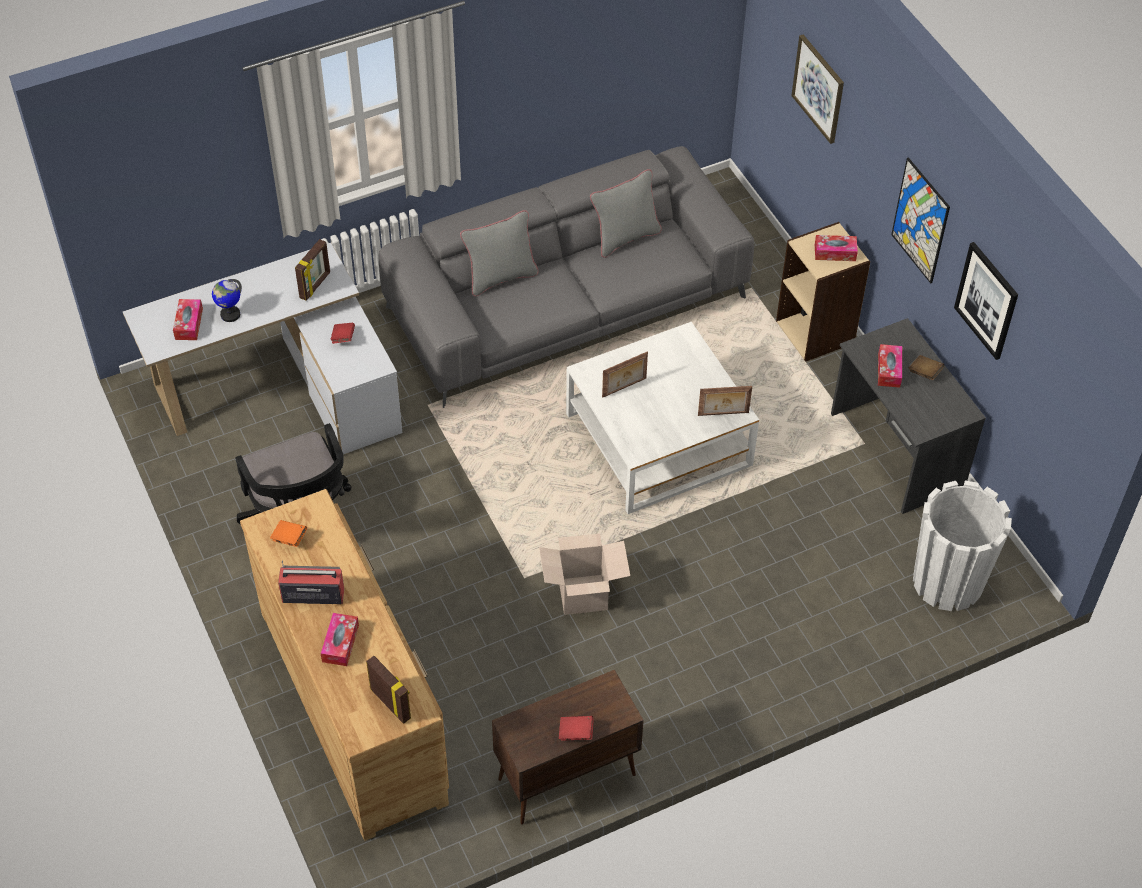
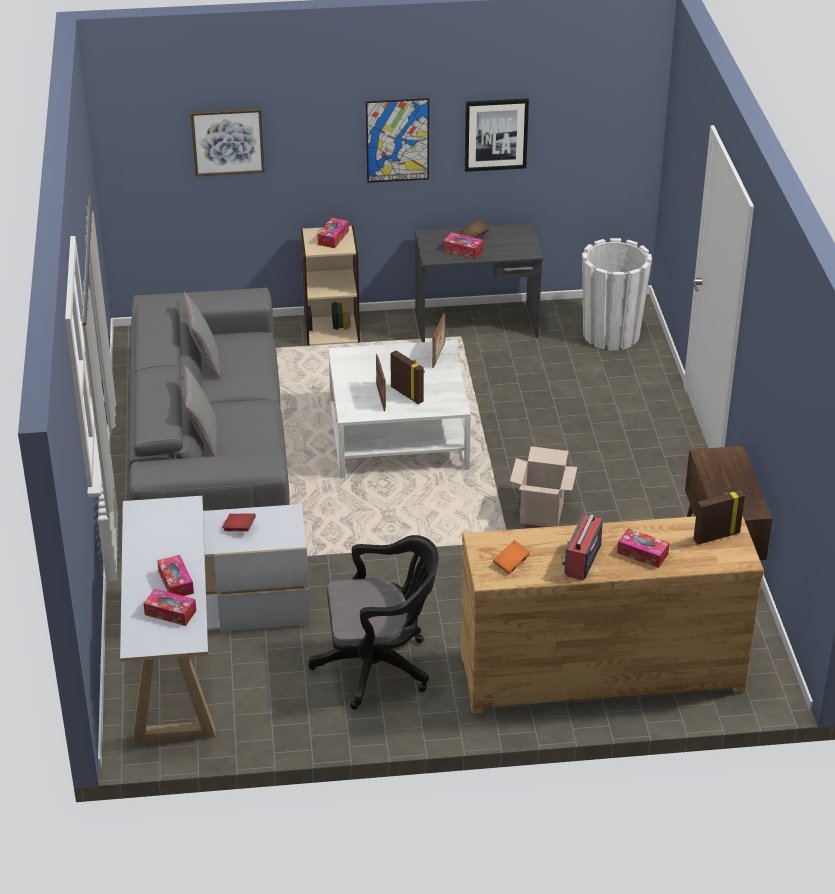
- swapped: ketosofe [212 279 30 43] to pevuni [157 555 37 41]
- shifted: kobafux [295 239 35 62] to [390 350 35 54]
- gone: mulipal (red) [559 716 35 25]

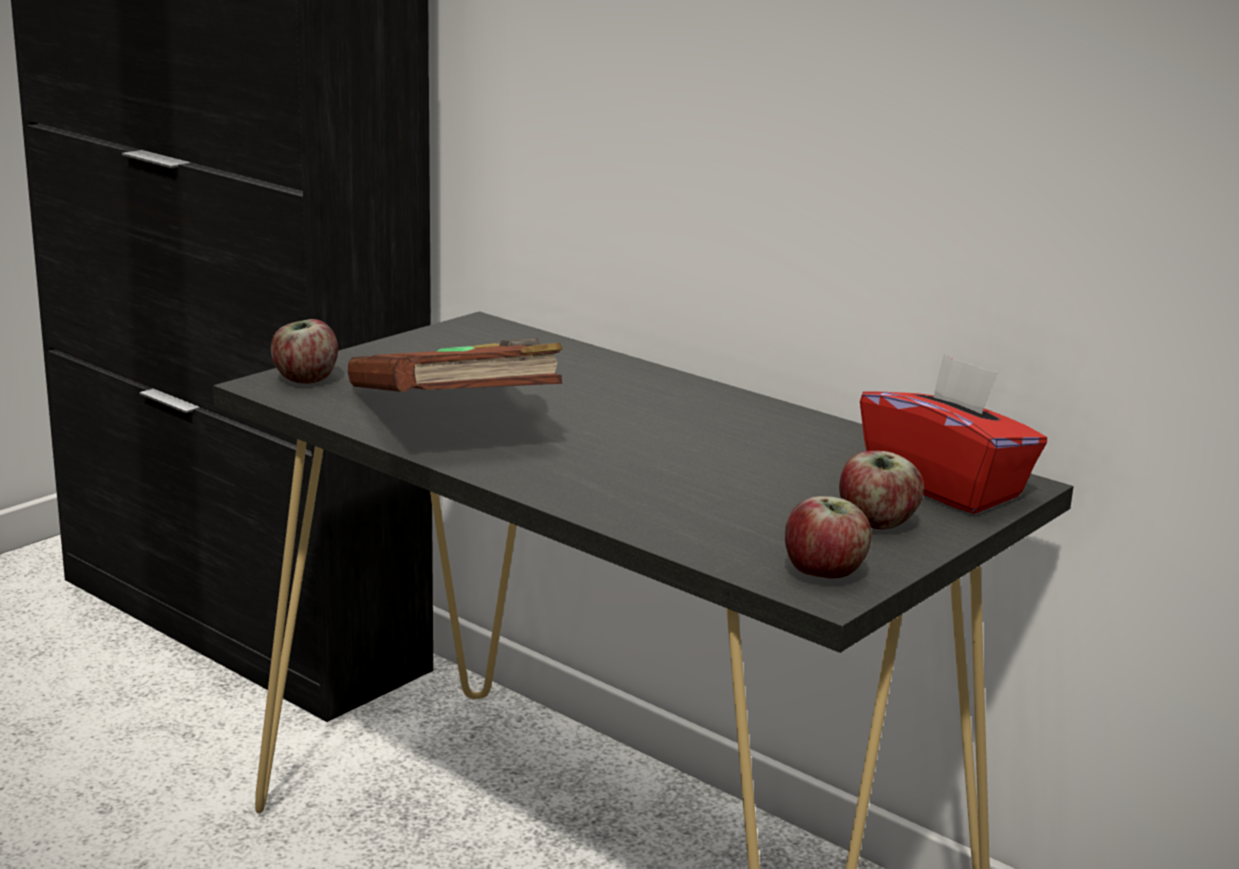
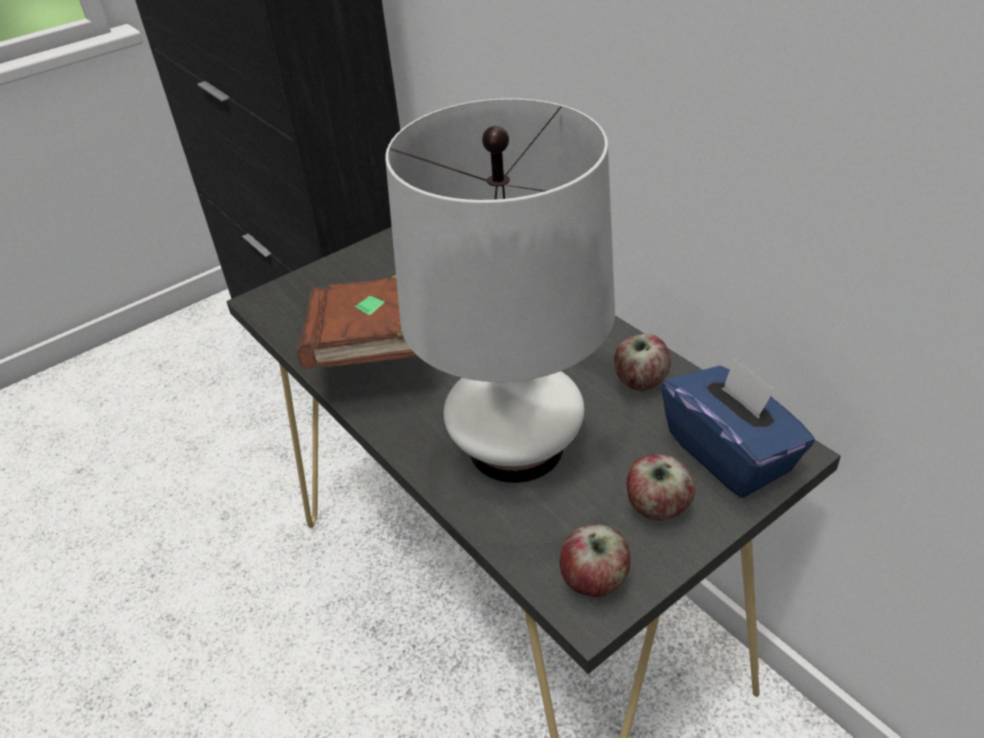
- shifted: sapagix [271 319 67 65] to [614 334 57 57]
- repainted: pevuni (red) [860 354 187 160] to pevuni (blue) [661 356 154 142]
- new: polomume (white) [385 98 230 385]

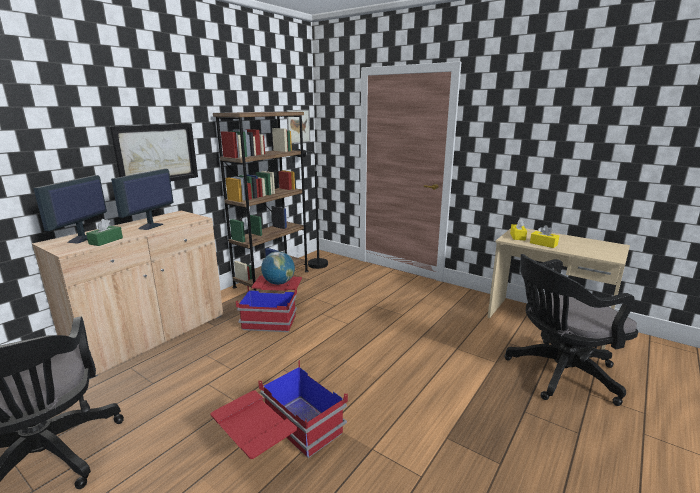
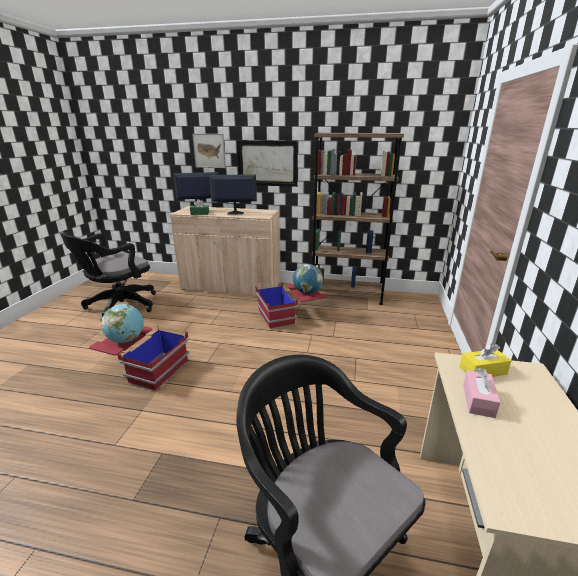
- shifted: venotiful [286 110 24 34] to [192 134 34 34]
- gone: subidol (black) [296 149 32 120]
- repainted: pevuni (yellow) [530 225 29 23] to pevuni (pink) [463 368 38 50]
- new: ketosofe [101 304 42 39]

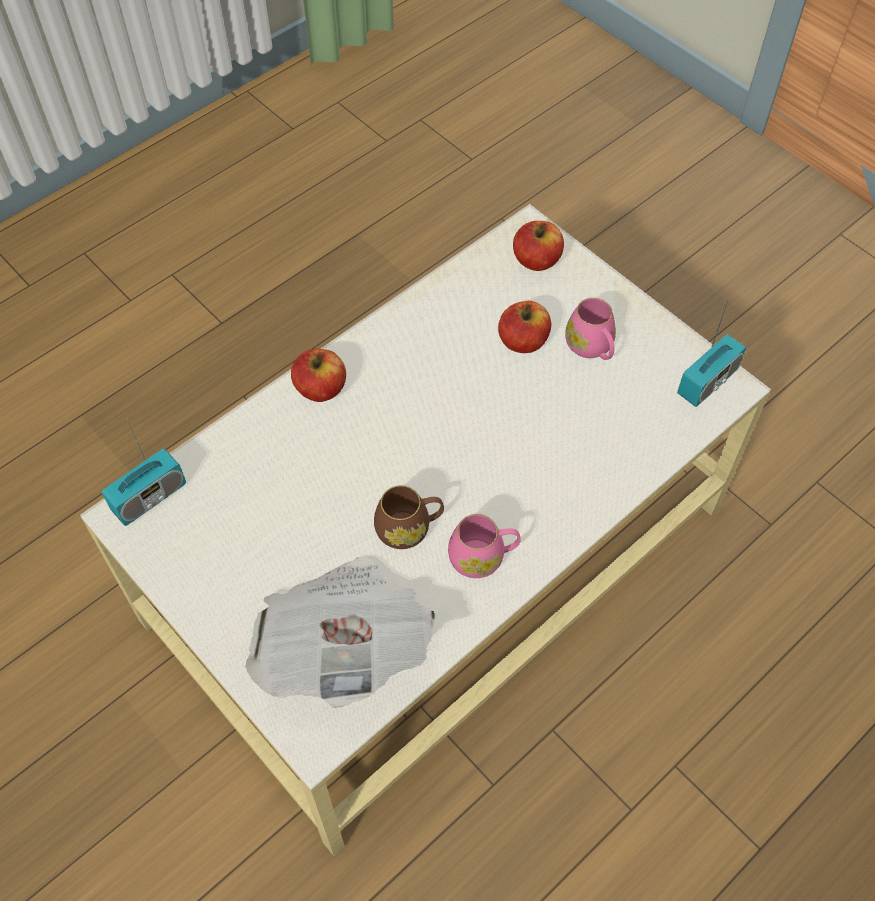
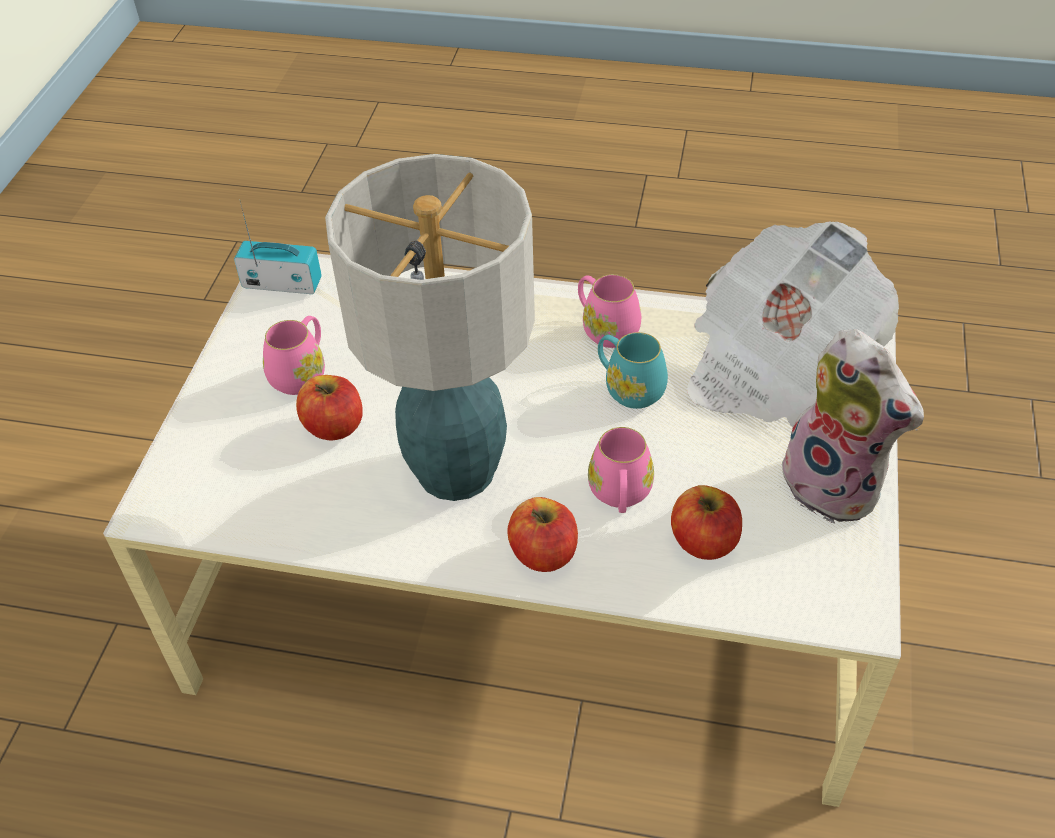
- gone: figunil [102 419 84 107]
- repainted: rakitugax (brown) [374 485 70 64] to rakitugax (turquoise) [598 332 70 77]
- shifted: sapagix [513 221 51 50] to [671 485 71 75]
- new: polomume [325 154 210 347]
- new: rakitugax (pink) [588 427 66 86]
- new: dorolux [777 329 147 194]

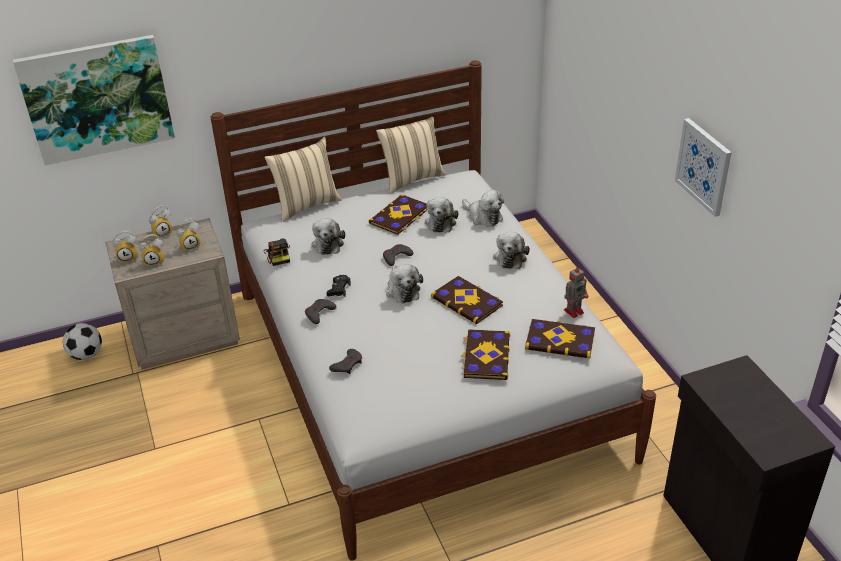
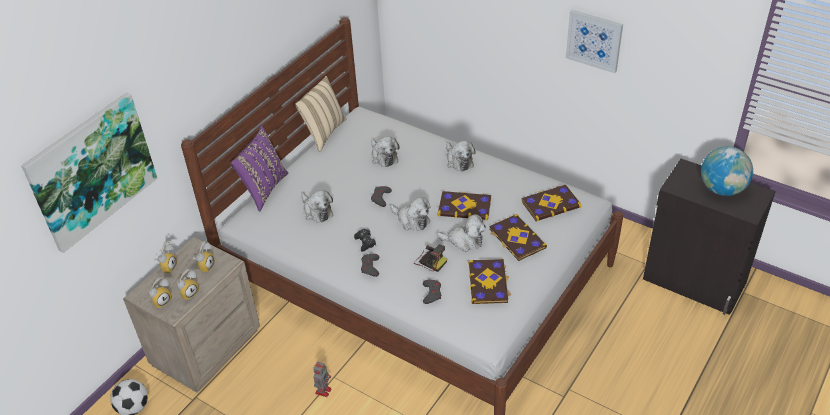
- repainted: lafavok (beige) [264 136 78 86] to lafavok (purple) [231 126 57 85]
- shifted: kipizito [264 238 26 28] to [414 244 33 28]
- shifted: mulipal [369 194 58 41] to [468 259 43 45]
- shifted: dorolux [462 190 42 37] to [437 214 49 38]
- shifted: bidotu [564 267 24 51] to [313 362 19 35]
- new: ketosofe [701 146 52 50]

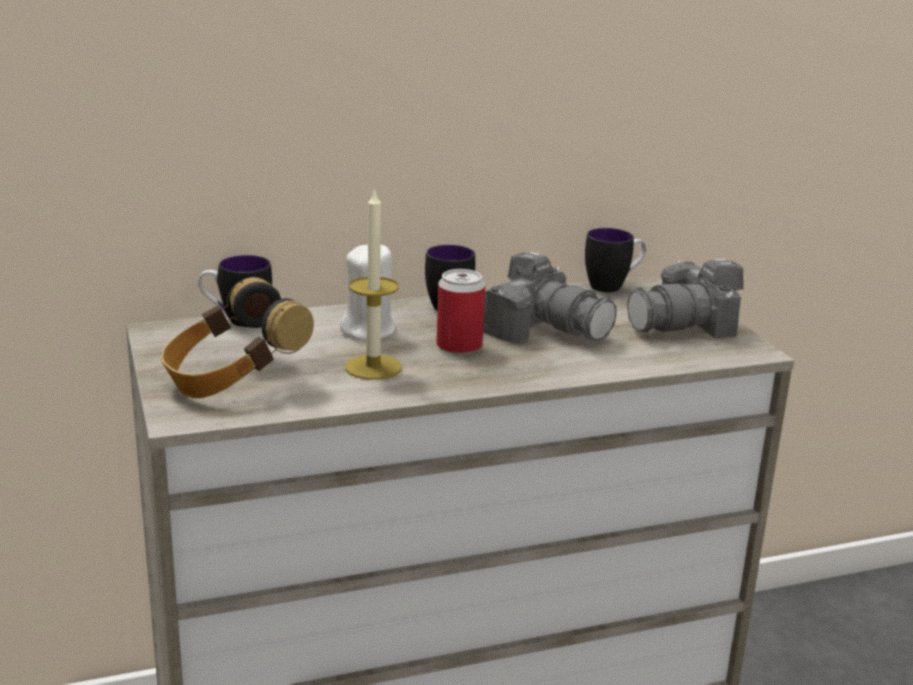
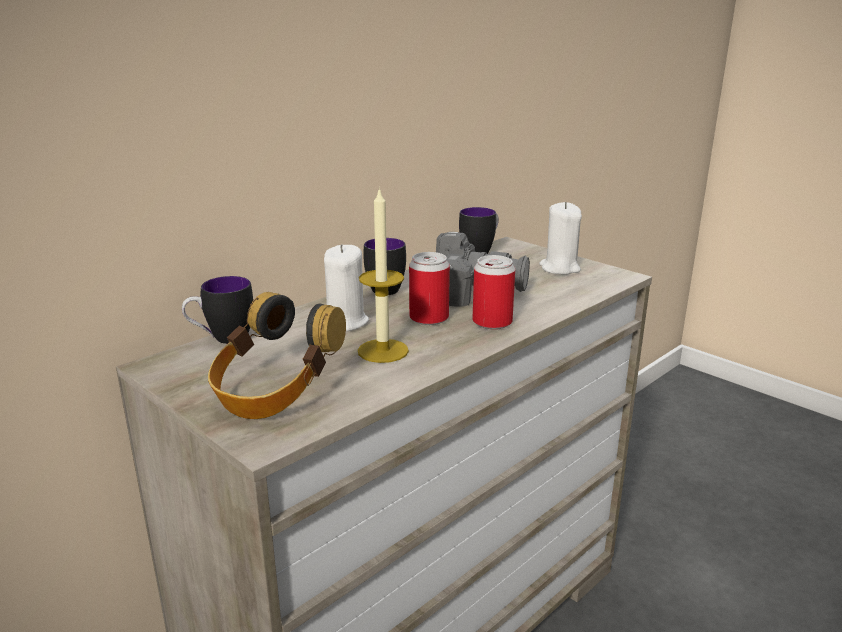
- swapped: kipizito [627 259 117 79] to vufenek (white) [539 202 43 73]
- new: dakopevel [473 255 42 74]

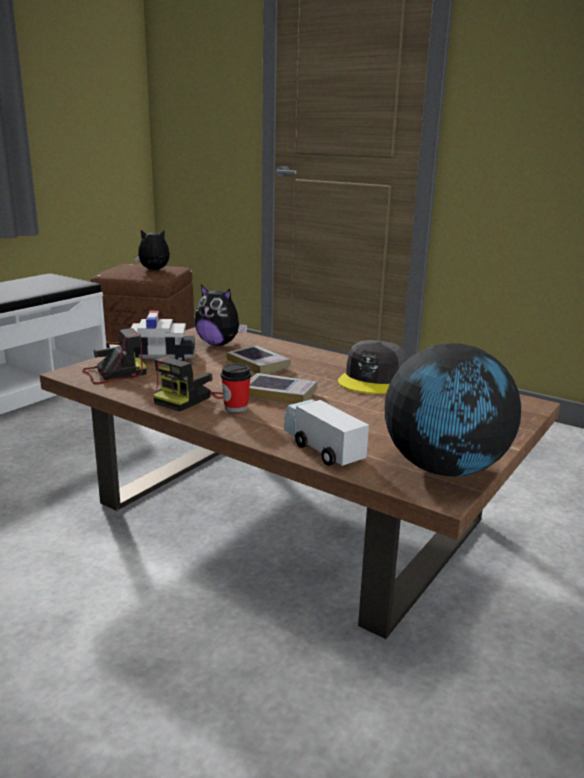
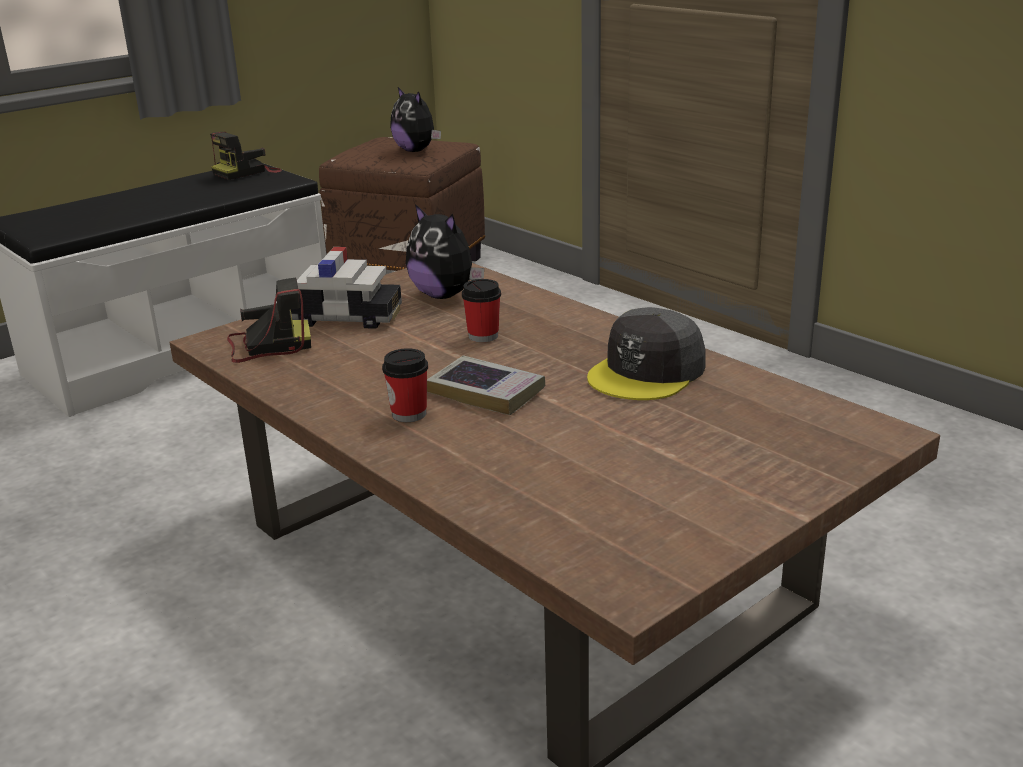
- rotated: dorolux [135 229 35 41] = [390 87 51 65] 135 degrees counterclockwise
- shifted: kipizito [153 357 71 55] to [210 132 72 48]
- swapped: mulipal [226 345 65 29] to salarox [462 279 39 63]
- gone: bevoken [285 399 84 67]
- gone: ketosofe [385 343 136 133]

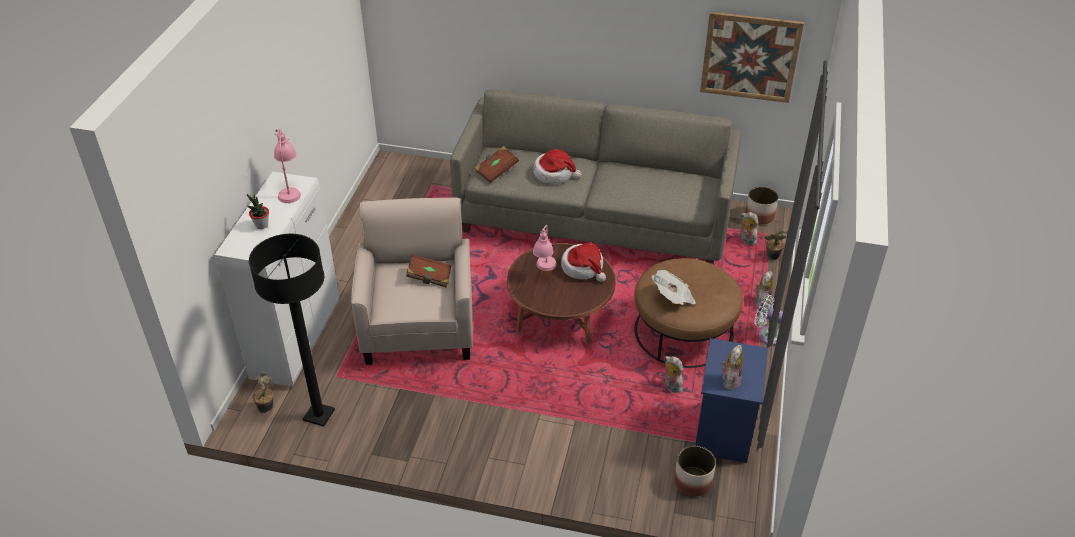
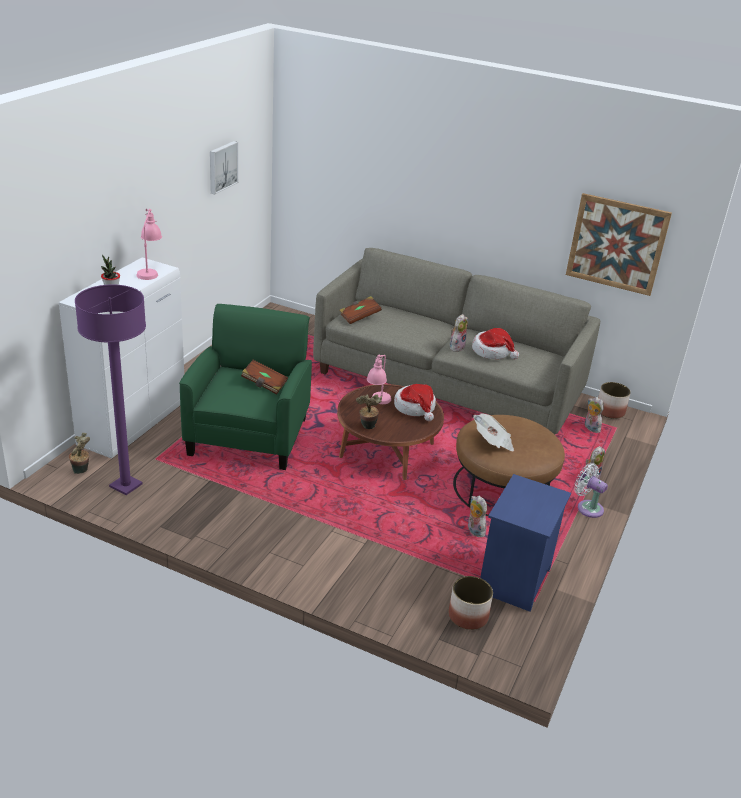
- repainted: subidol (black) [249 234 86 193] to subidol (purple) [75 284 71 211]
- repainted: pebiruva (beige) [351 198 122 167] to pebiruva (green) [179 304 133 166]
- shifted: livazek [533 149 49 35] to [472 328 47 31]
- shifted: dorolux [722 345 21 45] to [450 314 18 38]
- shifted: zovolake [764 229 24 31] to [356 394 26 35]
- new: venotiful [210 141 28 53]

